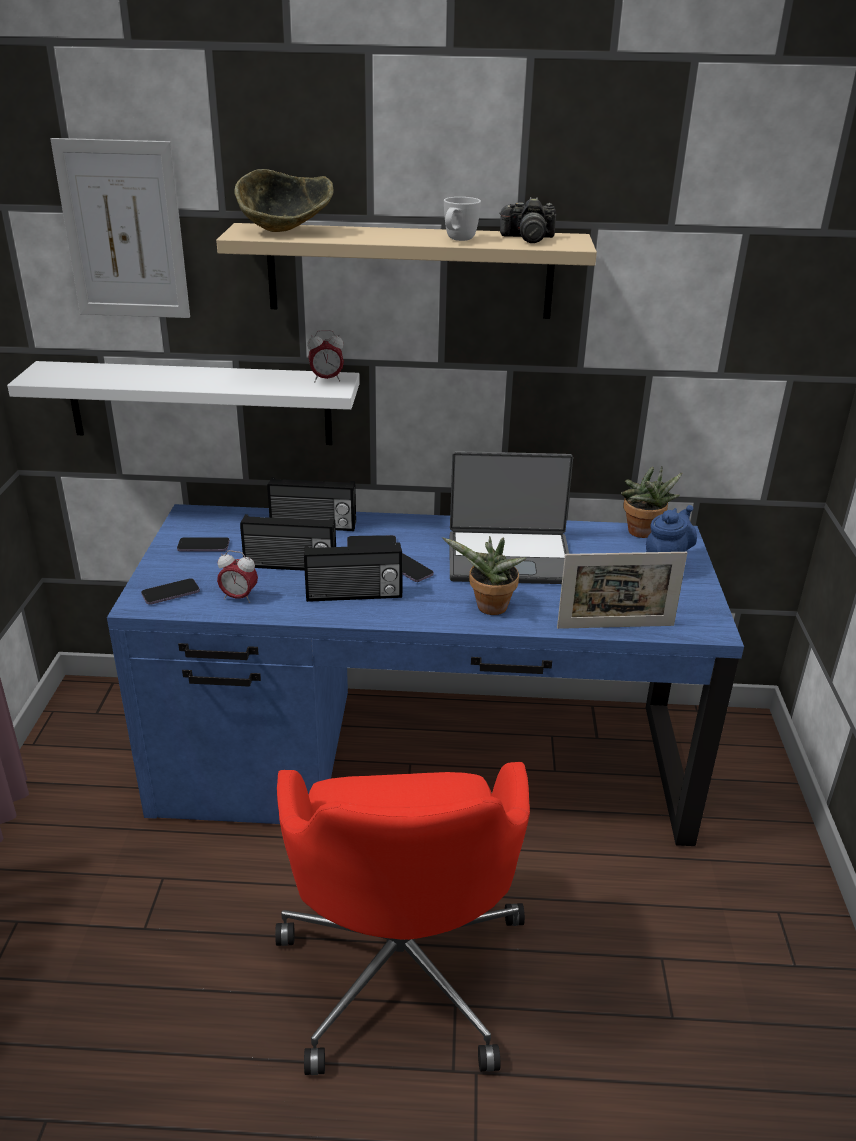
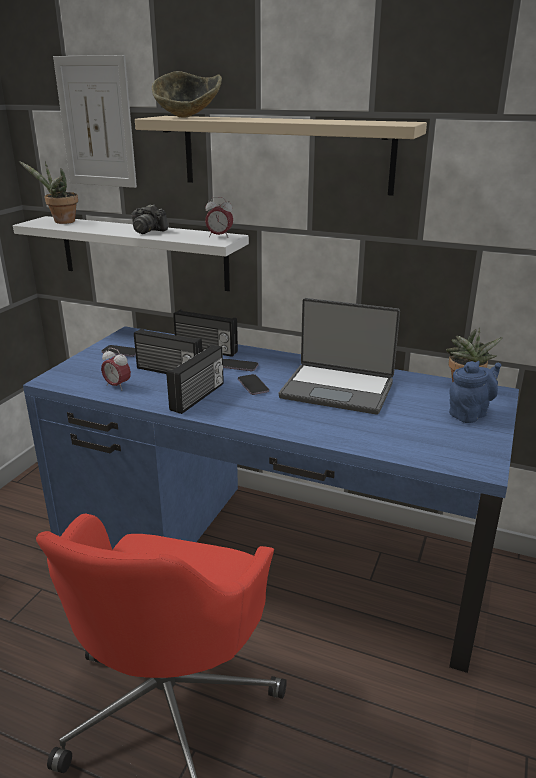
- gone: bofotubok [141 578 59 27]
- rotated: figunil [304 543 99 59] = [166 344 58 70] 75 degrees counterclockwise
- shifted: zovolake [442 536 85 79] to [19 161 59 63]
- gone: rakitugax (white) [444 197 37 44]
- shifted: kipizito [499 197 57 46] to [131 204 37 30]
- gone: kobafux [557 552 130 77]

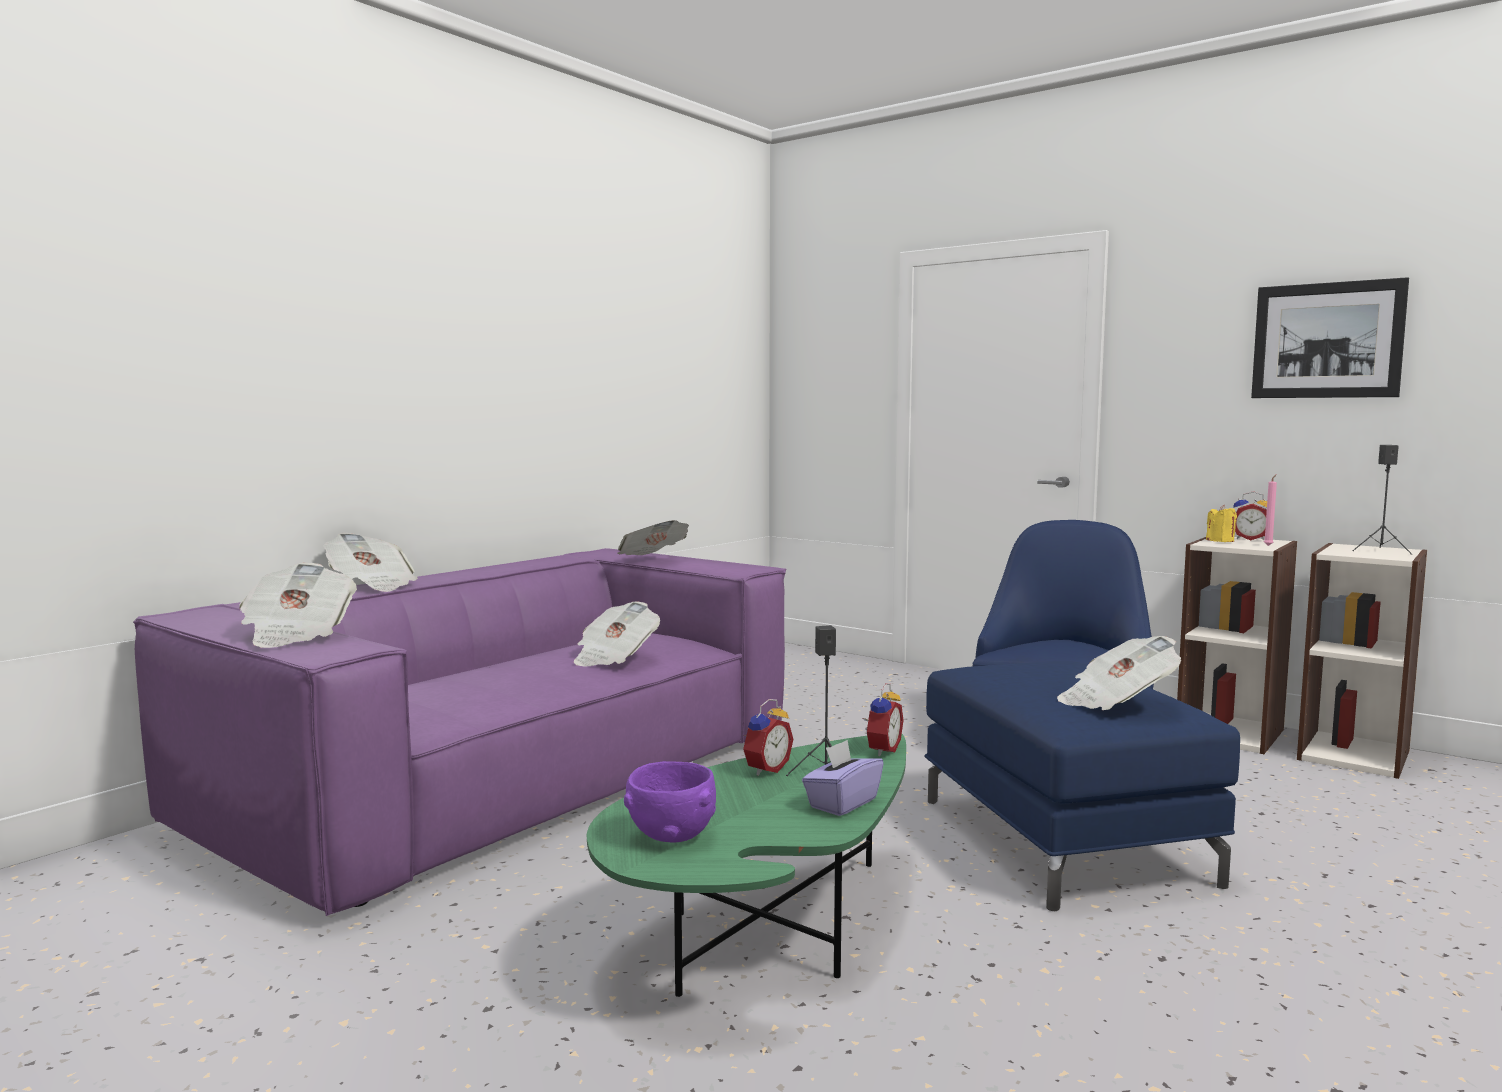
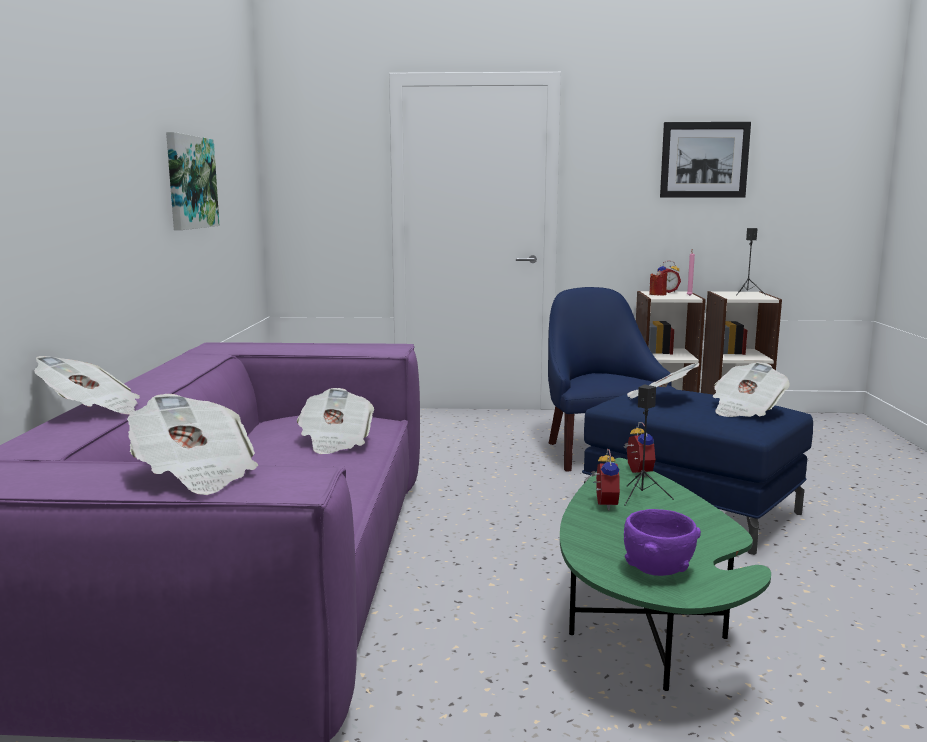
- shifted: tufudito [617 520 72 35] to [627 363 72 36]
- gone: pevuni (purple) [802 740 82 76]
- repainted: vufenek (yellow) [1206 505 31 37] to vufenek (red) [649 270 18 25]
- new: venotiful [166 132 54 98]

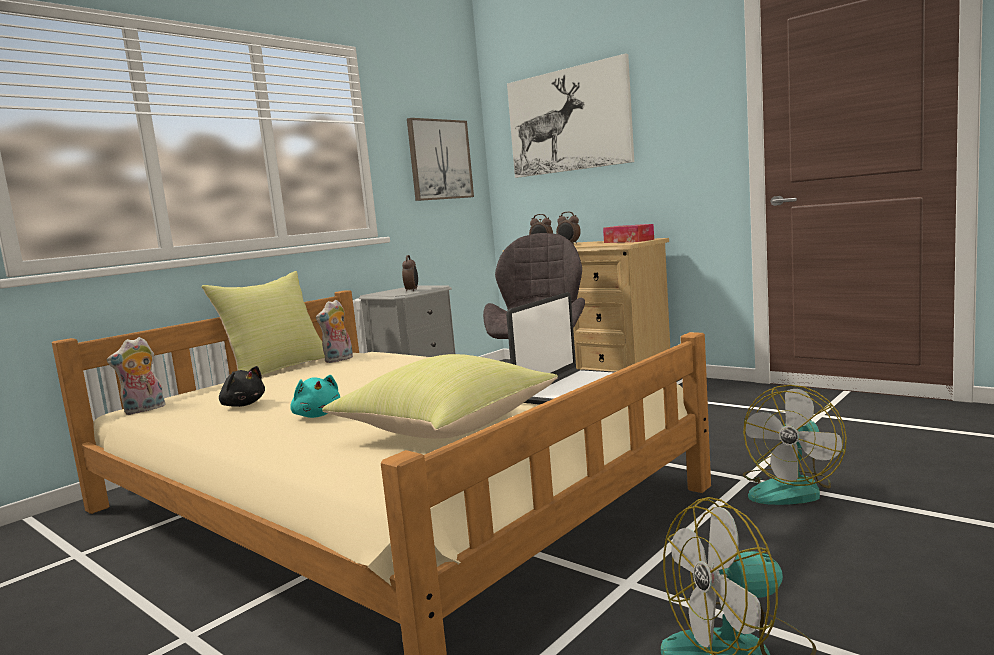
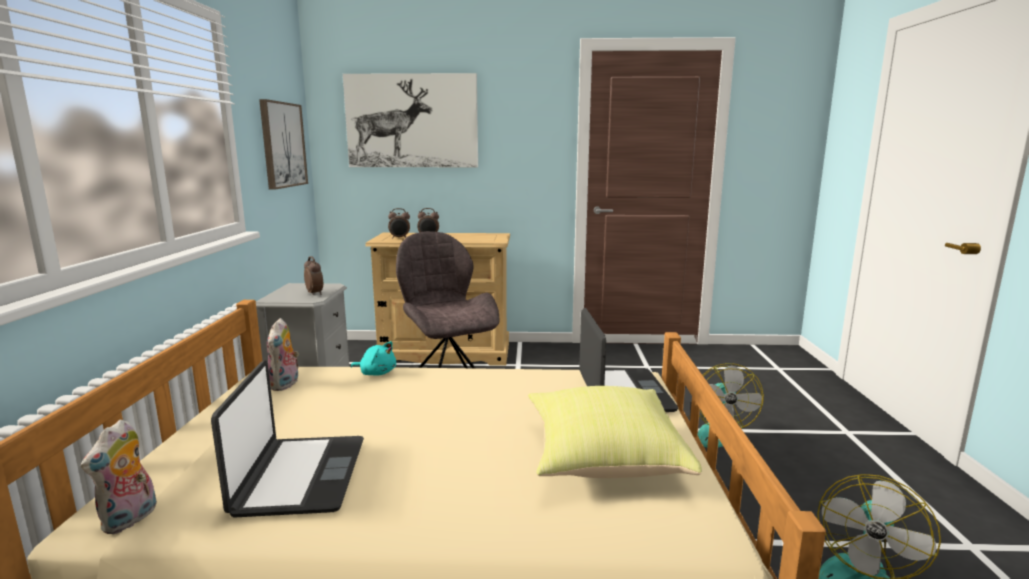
- gone: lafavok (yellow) [201 271 124 104]
- swapped: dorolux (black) [219 366 46 41] to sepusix [211 360 153 158]
- shifted: dorolux (turquoise) [290 375 50 43] to [351 341 45 35]
- gone: pevuni [603 224 51 19]

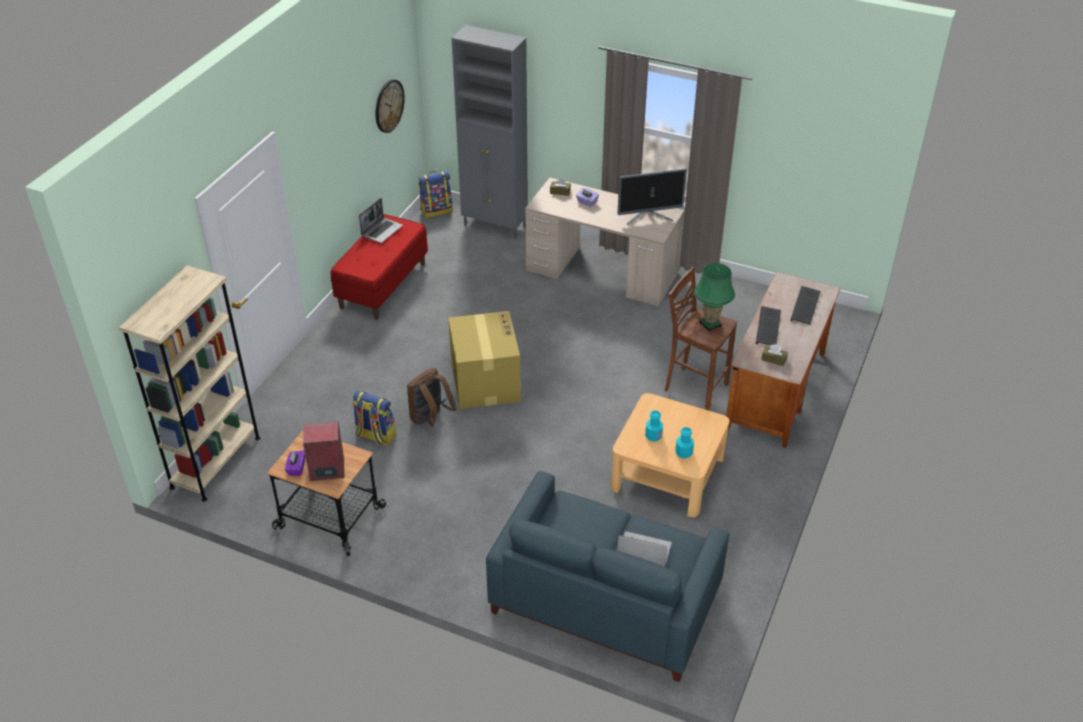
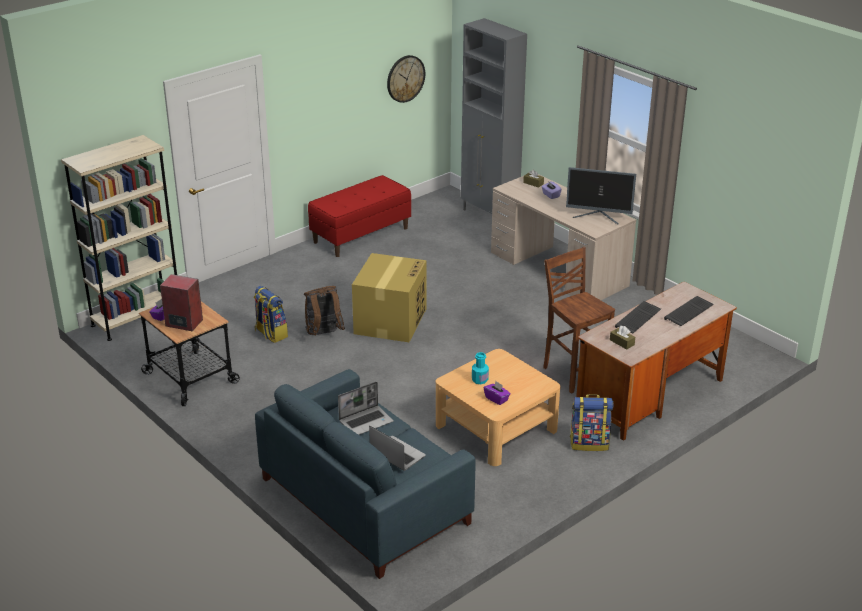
- shifted: sepusix [359 198 44 45] to [338 381 56 54]
- shifted: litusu [419 171 33 47] to [570 394 44 57]
- swapped: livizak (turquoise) [675 427 19 32] to pevuni (purple) [484 381 27 24]
- gone: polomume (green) [694 263 41 68]

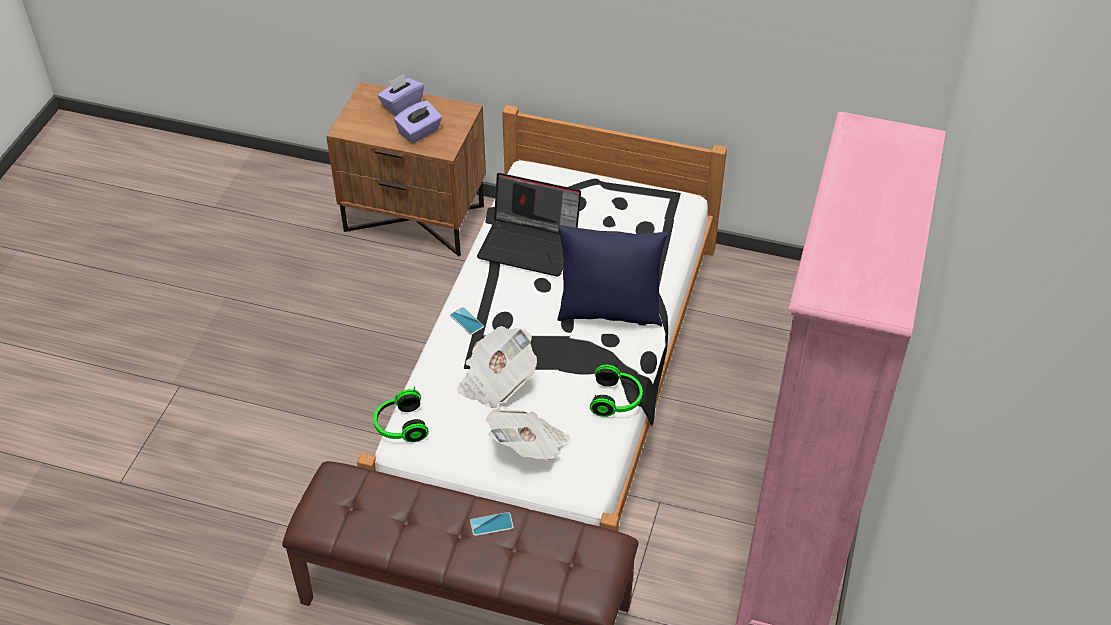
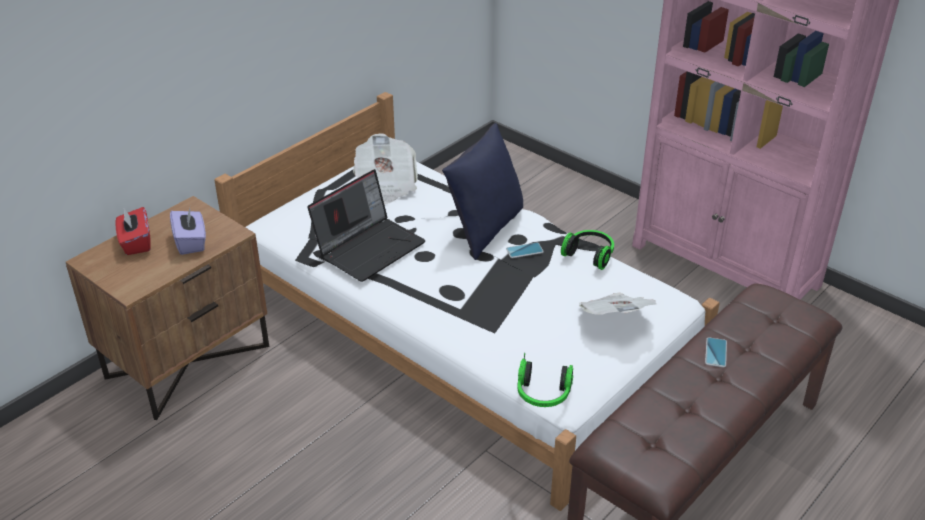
- repainted: pevuni (purple) [378 74 46 42] to pevuni (red) [115 207 36 48]
- shifted: bofotubok [450 307 34 28] to [506 242 38 16]
- shifted: tufudito [457 326 80 82] to [353 133 65 71]

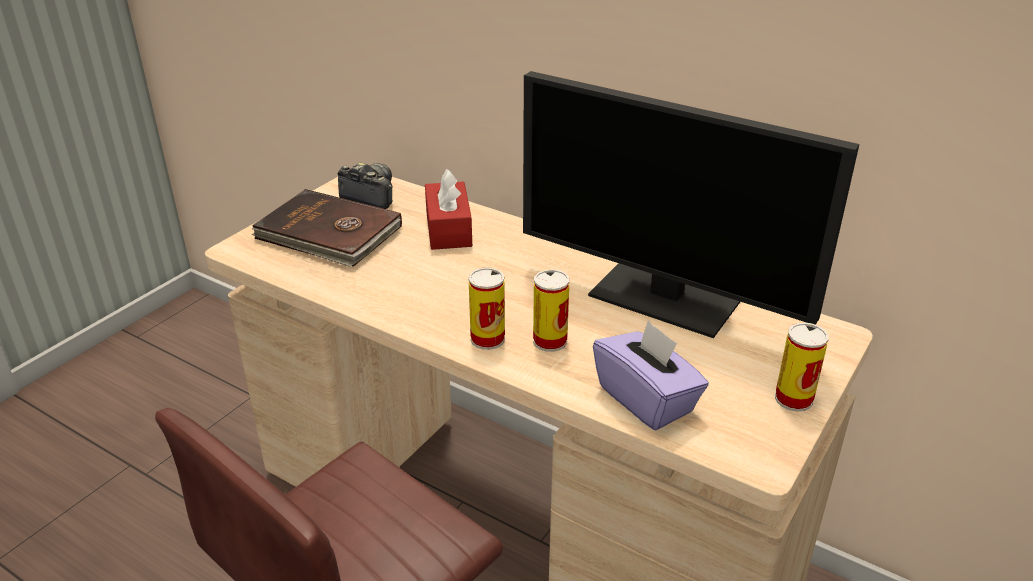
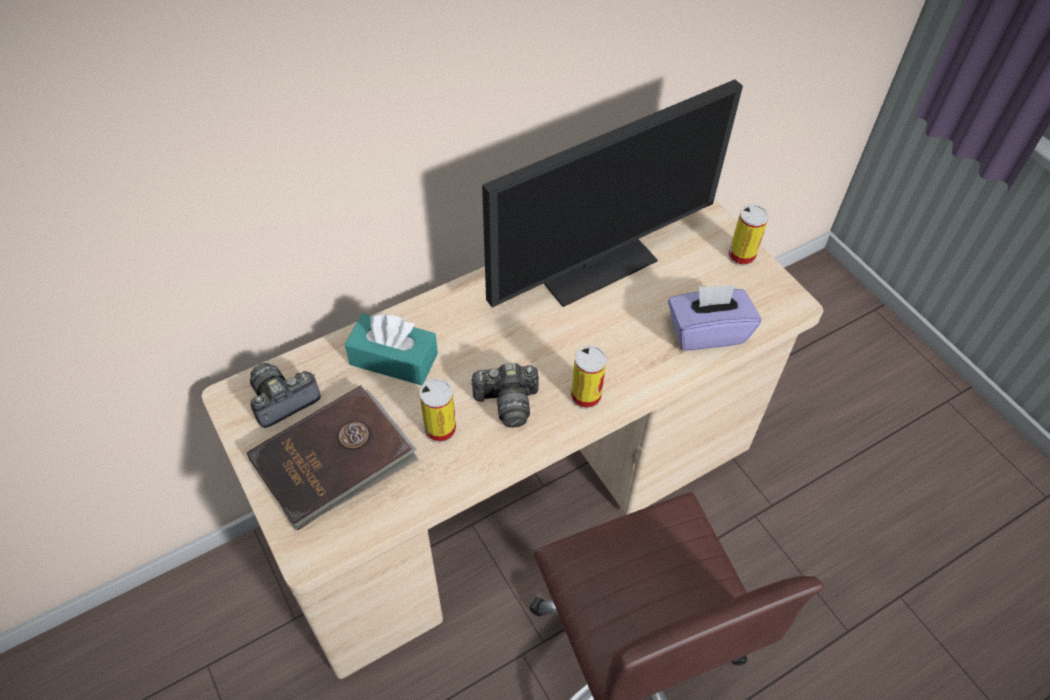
- repainted: pevuni (red) [425 169 47 81] to pevuni (turquoise) [345 313 93 73]
- shifted: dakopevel [533 269 37 83] to [419 378 37 65]
- new: kipizito [470 363 69 65]

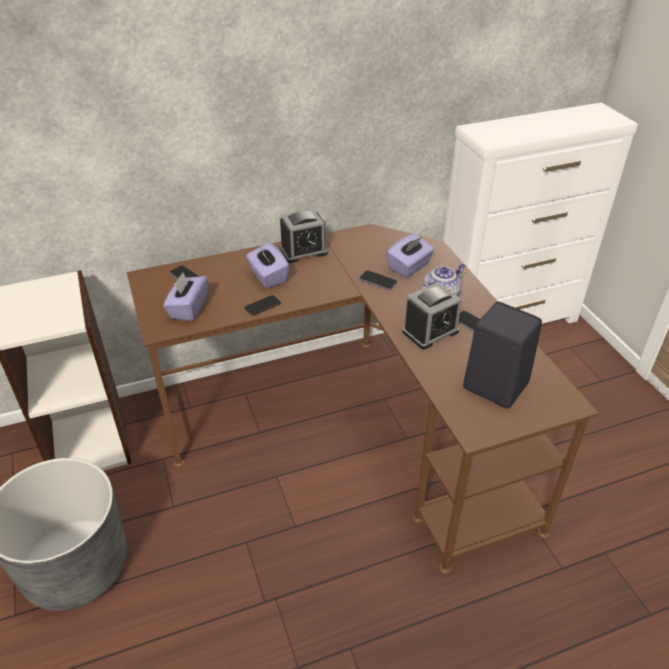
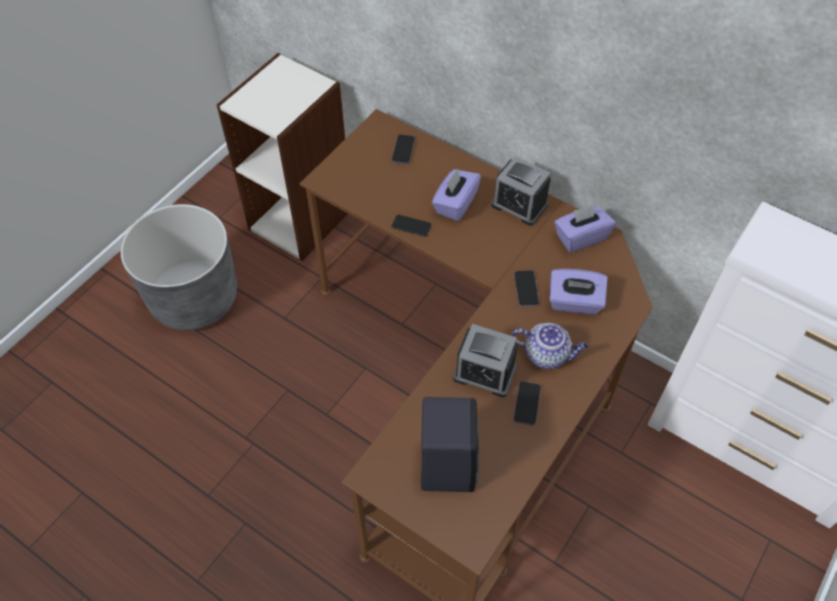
- shifted: pevuni (purple) [163 273 45 49] to [554 205 62 48]

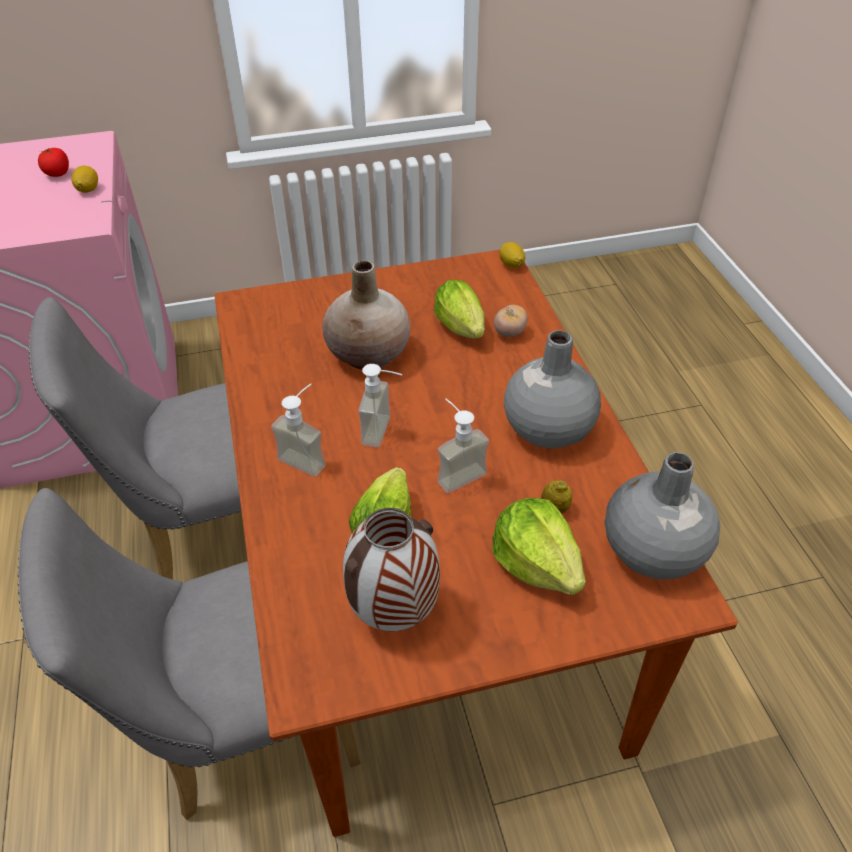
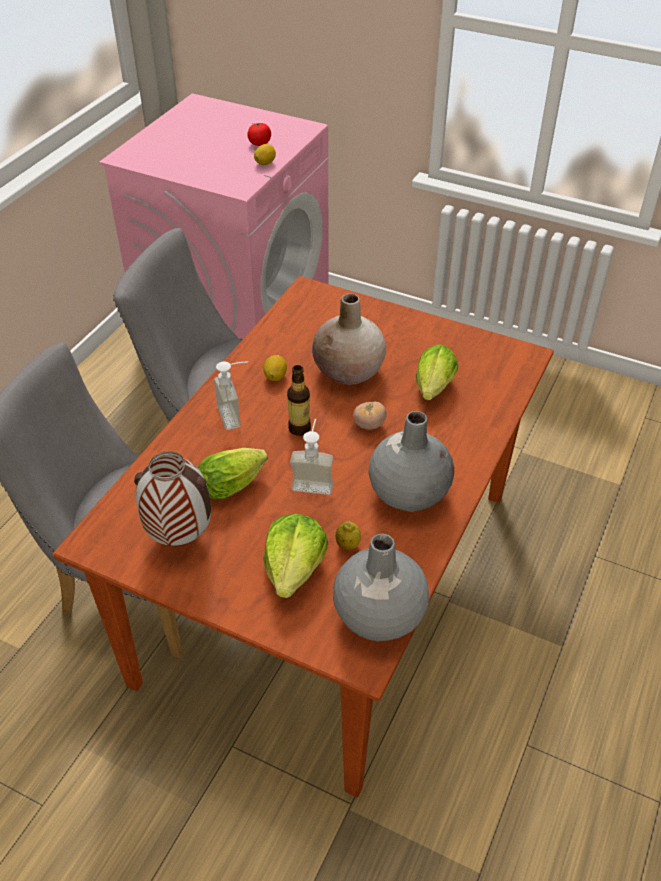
- swapped: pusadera [358 364 45 83] to livizak [287 365 24 71]
- shifted: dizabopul [494 305 34 32] to [353 401 34 29]
- shifted: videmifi [499 242 26 26] to [264 355 23 26]

